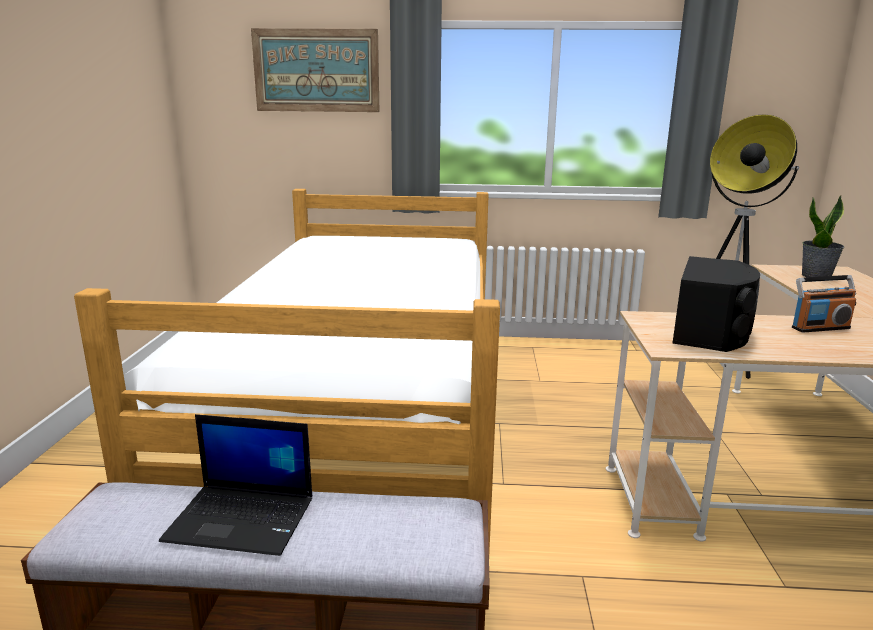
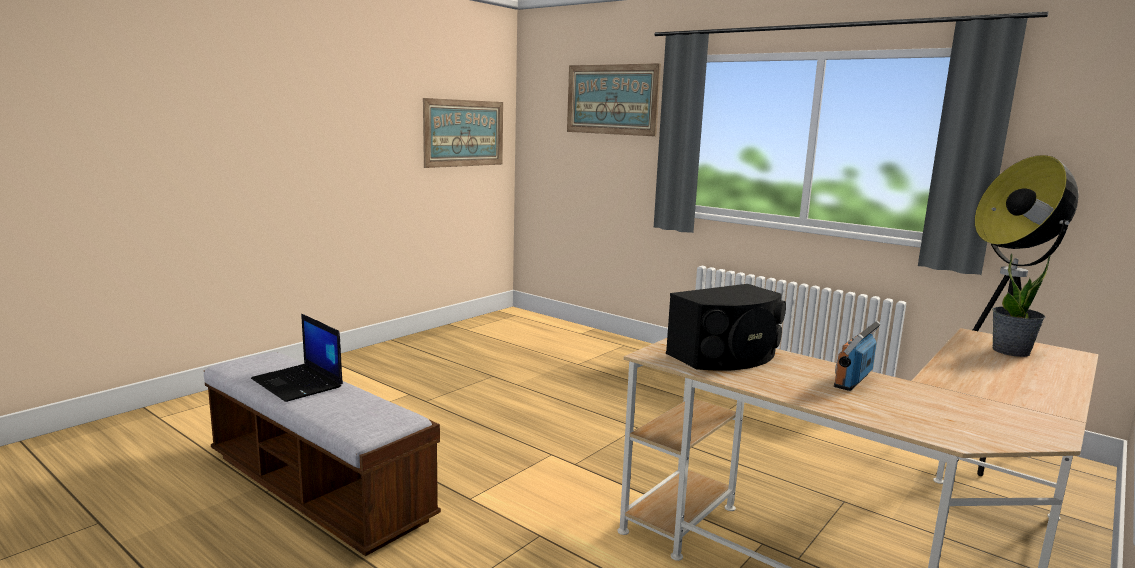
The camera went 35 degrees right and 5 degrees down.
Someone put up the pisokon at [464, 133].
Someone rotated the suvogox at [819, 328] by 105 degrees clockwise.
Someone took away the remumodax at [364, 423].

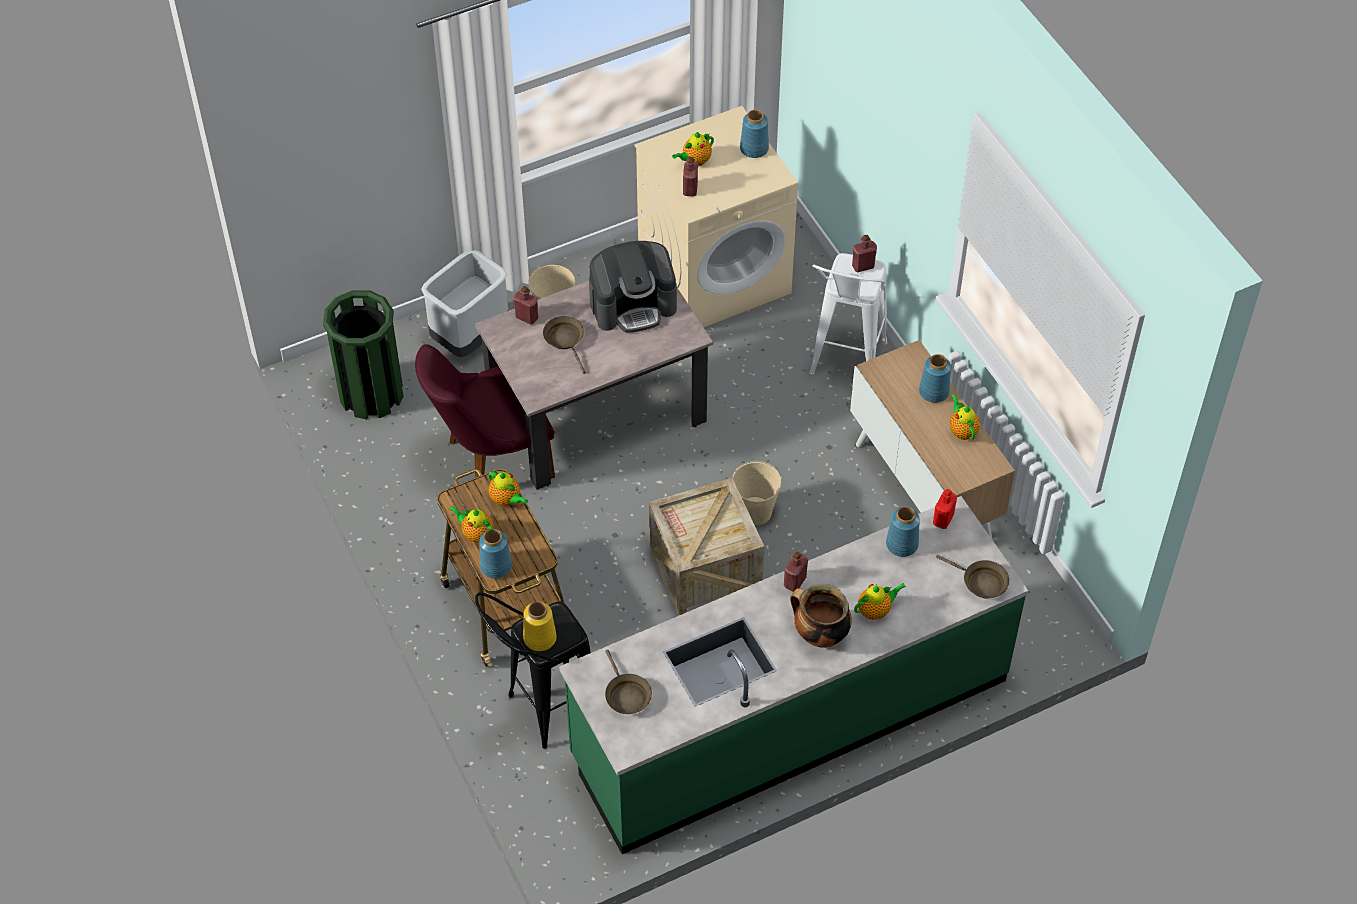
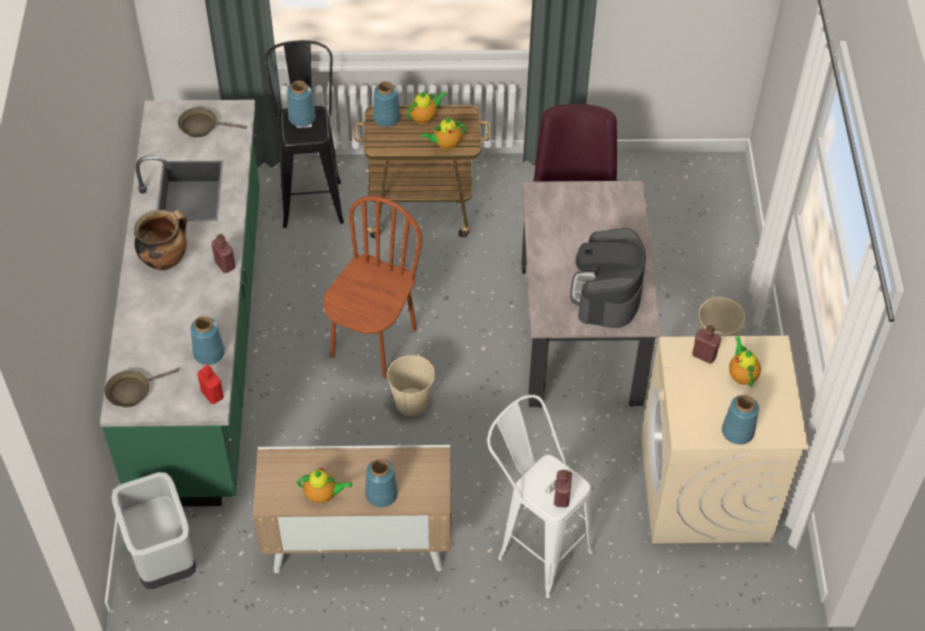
The camera went 115 degrees right and 0 degrees up.
Someone carried the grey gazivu from [470, 337] to [165, 559].
Someone repainted the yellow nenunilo at [539, 638], which became the blue nenunilo at [302, 117].
Someone swapped the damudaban at [705, 571] for the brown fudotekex at [373, 343].
Someone took away the green gazivu at [371, 394].
Someone took away the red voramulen at [527, 317].
Someone took away the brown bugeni at [565, 340].
Someone took away the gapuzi at [876, 610].

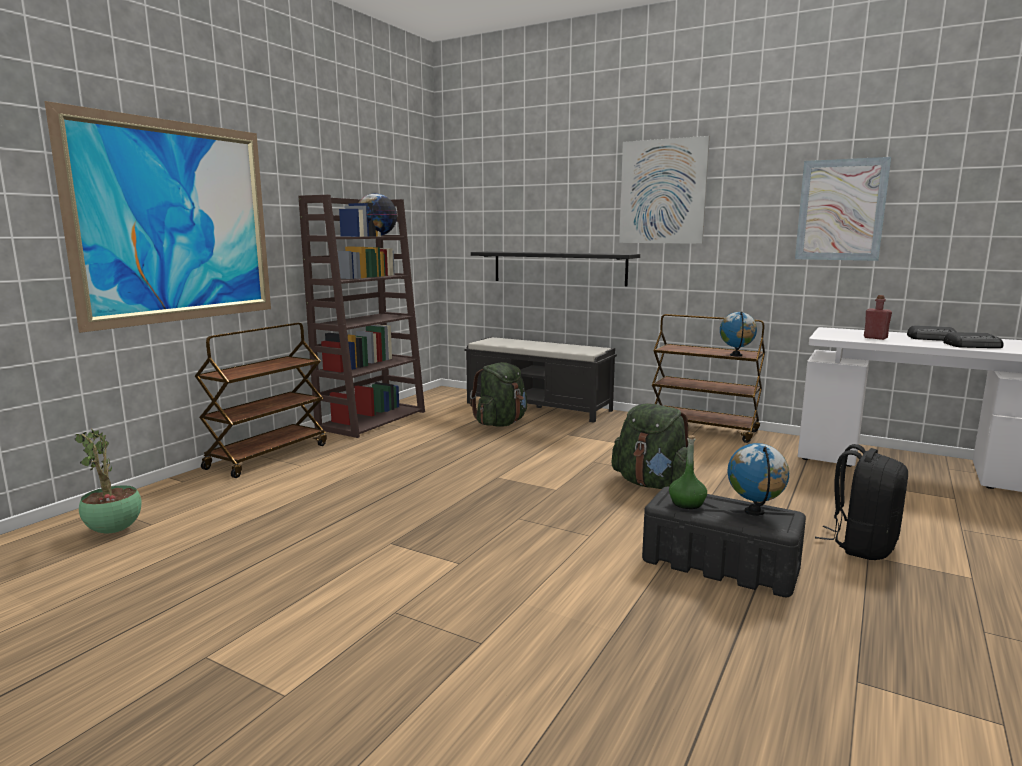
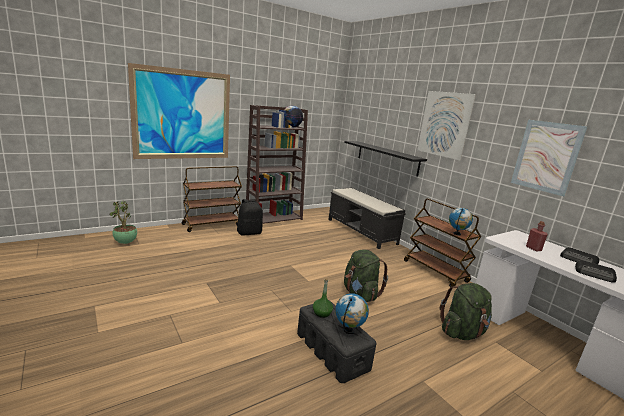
The camera went 25 degrees right and 5 degrees up.
Someone carried the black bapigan from [861, 546] to [249, 233].
Someone carried the green bapigan from [501, 423] to [462, 333].

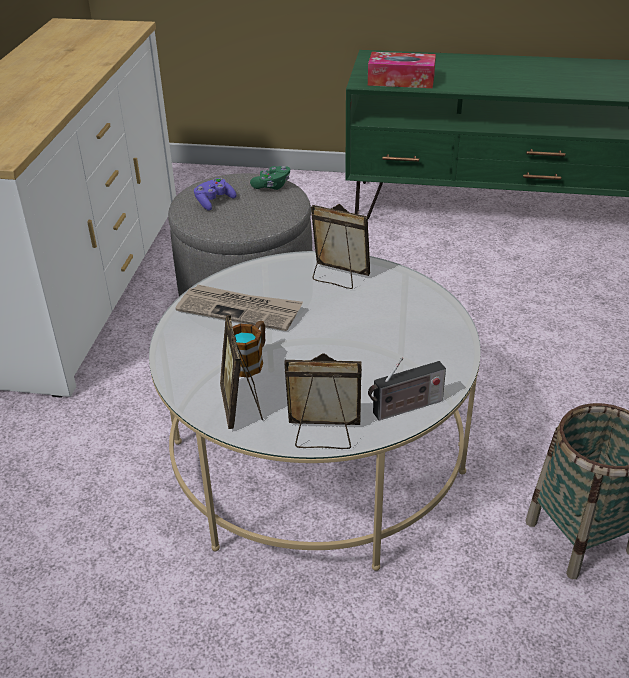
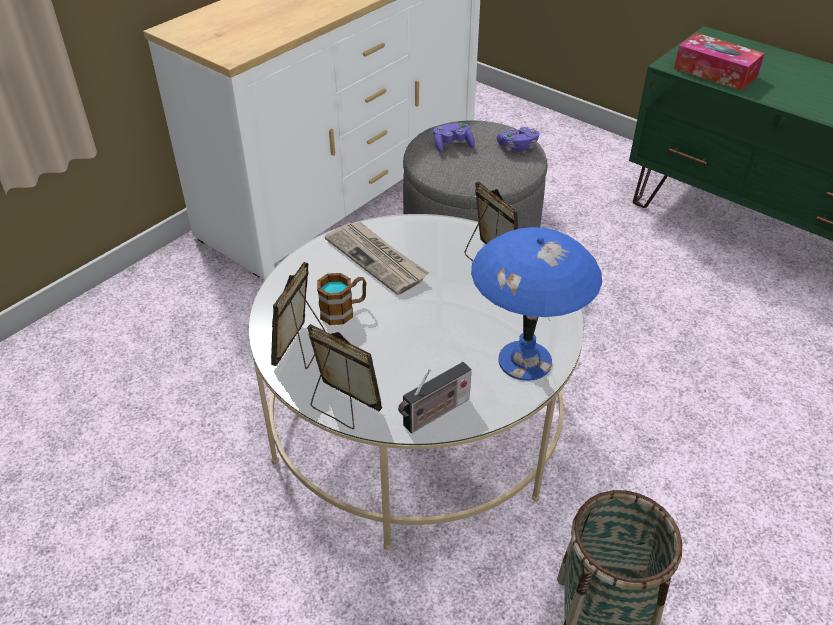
The camera went 30 degrees right and 5 degrees up.
Someone rotated the suvogox at [405, 408] by 45 degrees counterclockwise.
Someone put down the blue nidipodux at [525, 361].
Someone repainted the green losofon at [272, 186], which became the purple losofon at [517, 146].

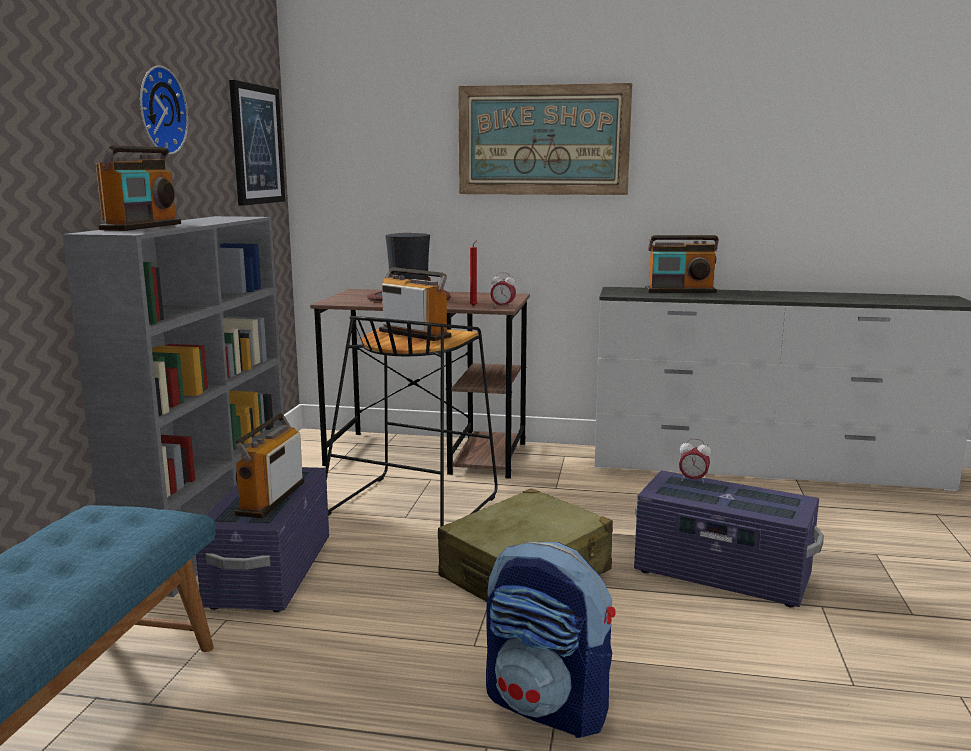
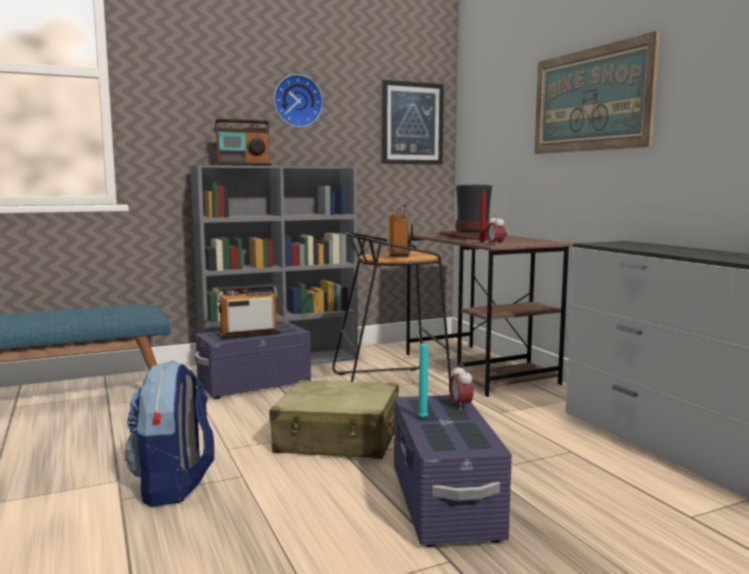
The camera went 55 degrees right and 5 degrees down.
Someone put down the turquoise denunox at [421, 418].
Someone took away the suvogox at [680, 291].

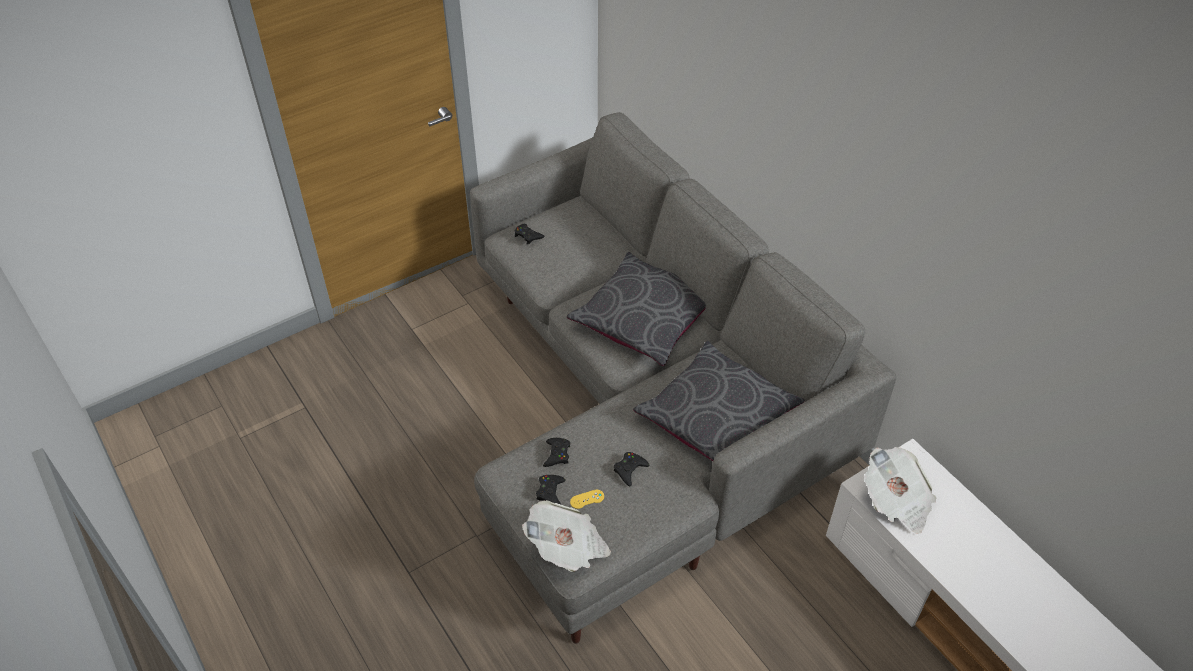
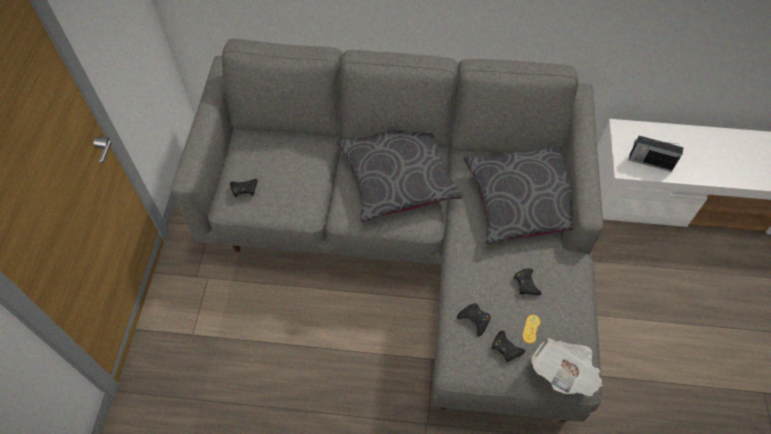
The camera went 50 degrees left and 10 degrees up.
Someone swapped the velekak at [896, 501] for the suvogox at [649, 162].

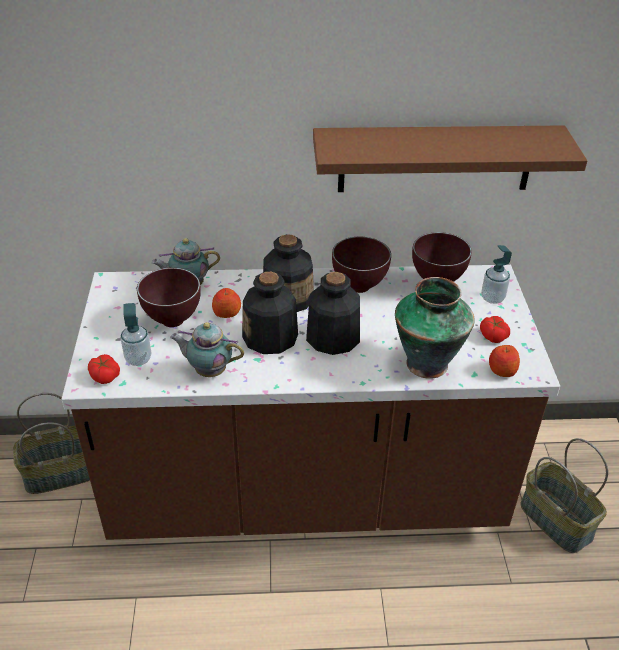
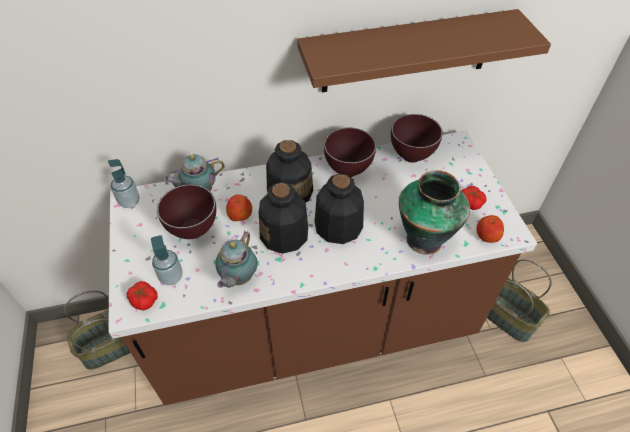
The camera went 10 degrees left and 10 degrees up.
Someone carried the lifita from [492, 298] to [129, 201].
Someone rotated the gapuzi at [208, 370] by 75 degrees counterclockwise.

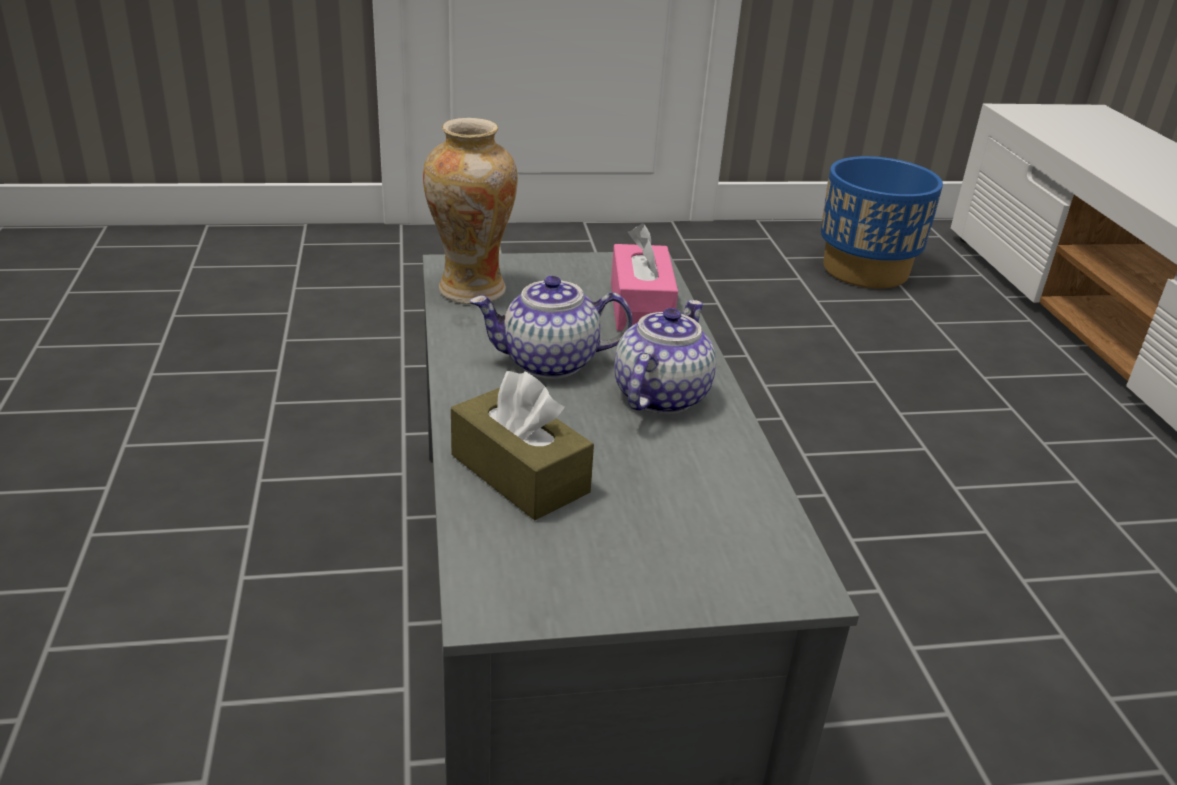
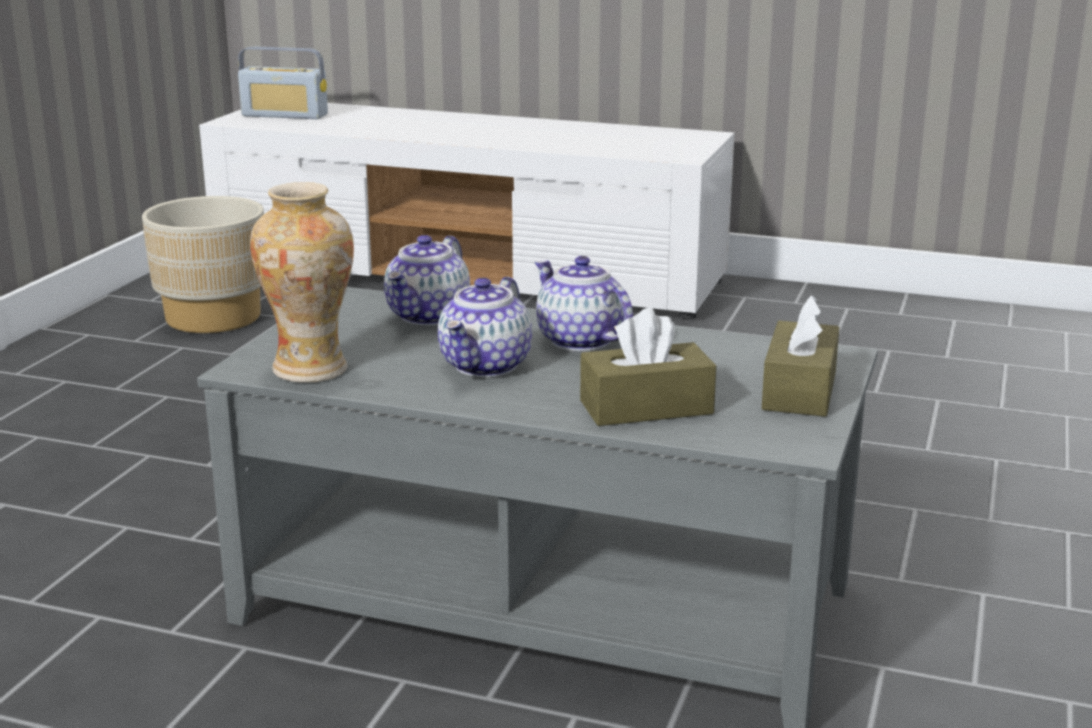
The camera went 60 degrees left and 10 degrees down.
Someone repainted the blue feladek at [865, 270], which became the beige feladek at [213, 317].
Someone put down the suvogox at [285, 115].
Someone swapped the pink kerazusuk at [640, 307] for the gapuzi at [429, 316].
Someone put down the brown kerazusuk at [799, 390].

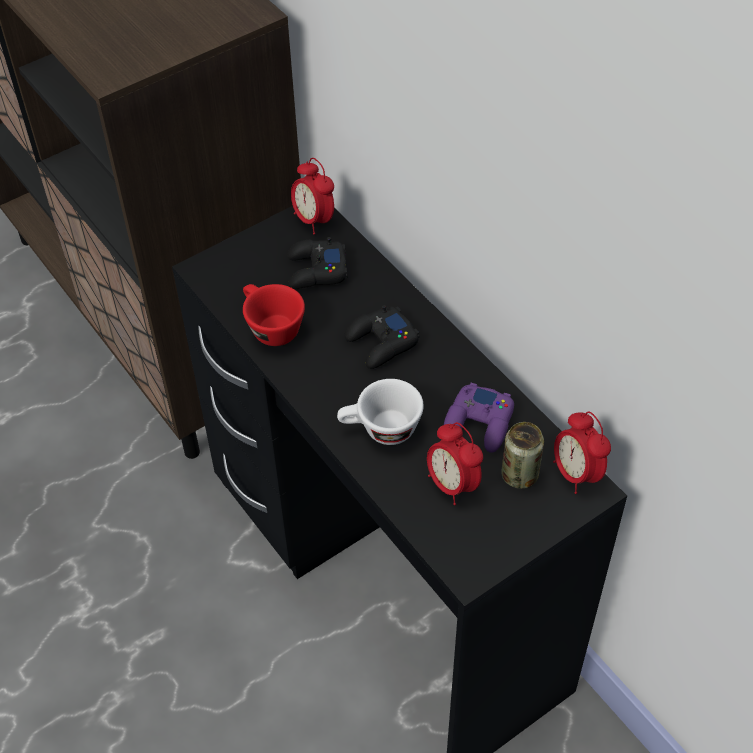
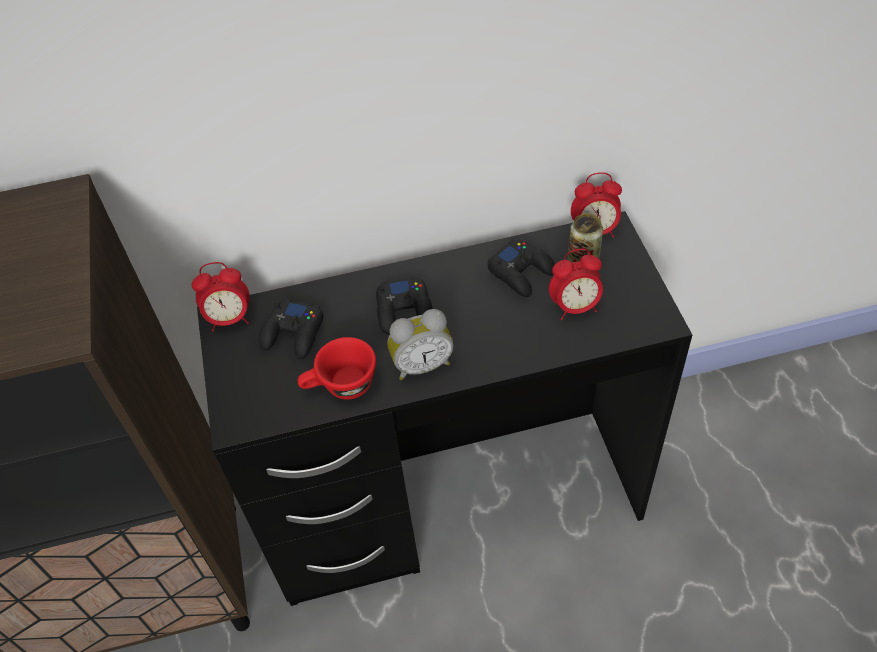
The camera went 65 degrees left and 0 degrees up.
Someone put down the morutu at [421, 364].
Someone repainted the purple losofon at [479, 423], which became the black losofon at [522, 272].
Someone took away the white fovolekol at [380, 430].

